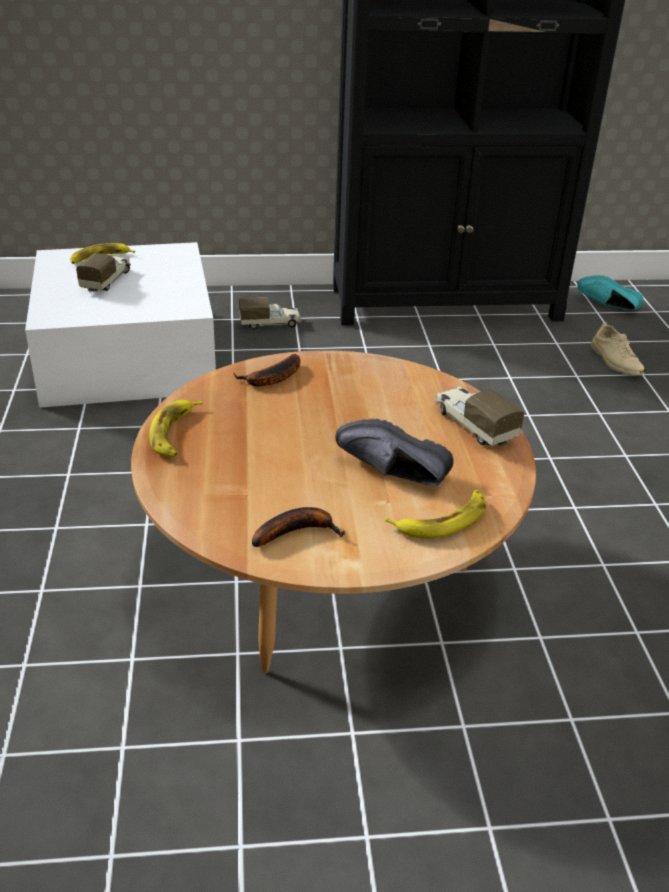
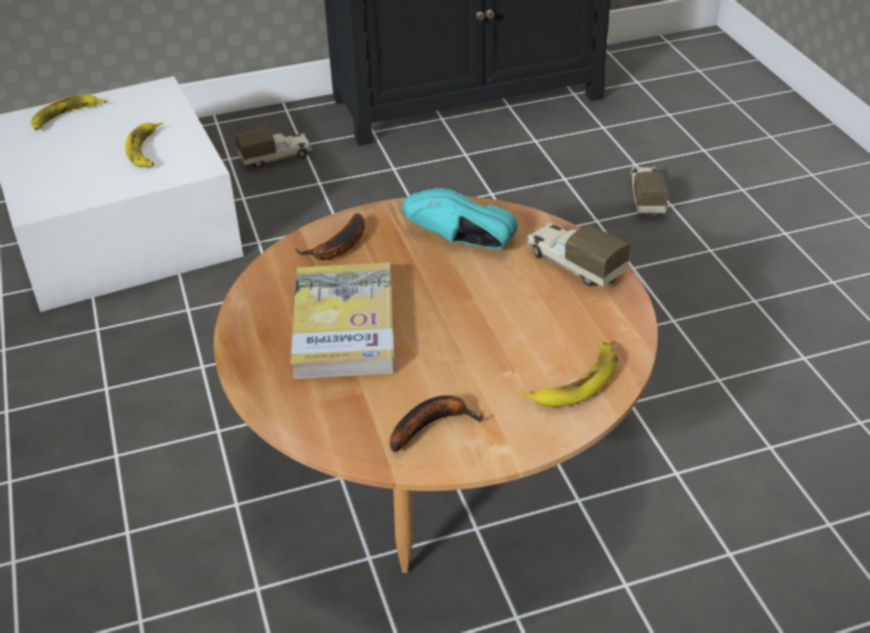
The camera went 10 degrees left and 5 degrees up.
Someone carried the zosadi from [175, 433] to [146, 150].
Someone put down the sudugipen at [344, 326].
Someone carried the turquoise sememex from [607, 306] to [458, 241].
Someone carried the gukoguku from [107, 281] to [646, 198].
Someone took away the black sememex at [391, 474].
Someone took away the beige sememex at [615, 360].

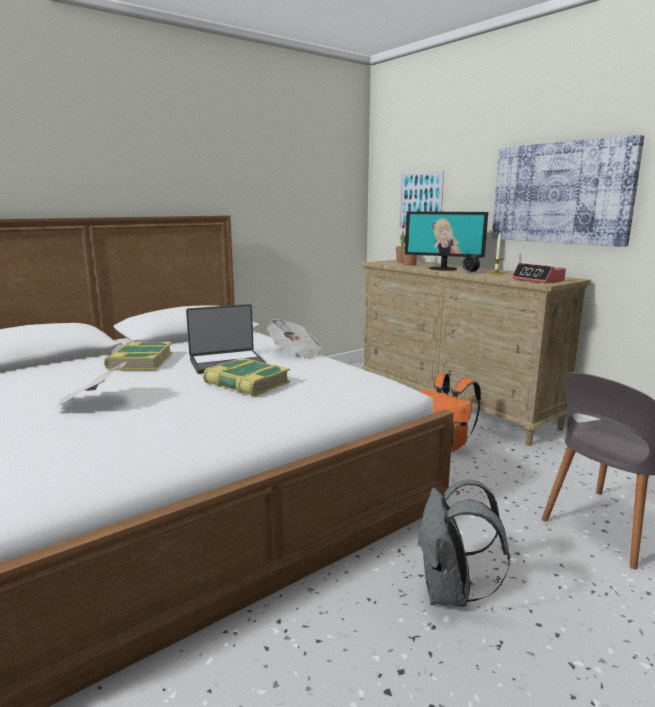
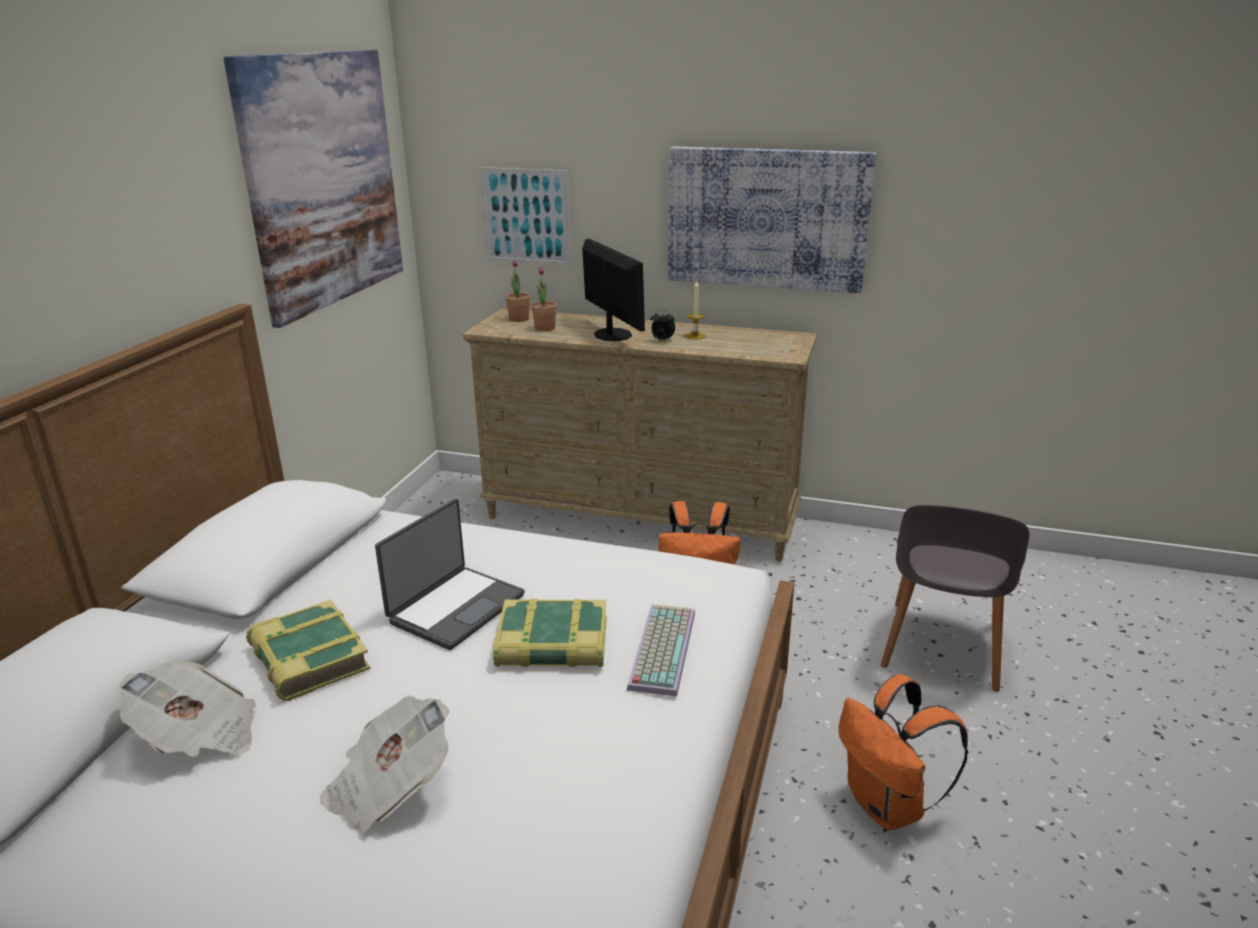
The camera went 35 degrees left and 10 degrees up.
Someone carried the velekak from [295, 353] to [199, 736].
Someone put up the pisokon at [323, 181].
Someone rotated the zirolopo at [443, 269] by 105 degrees counterclockwise.
Someone put down the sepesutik at [660, 648].
Someone repainted the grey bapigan at [450, 593], which became the orange bapigan at [888, 806].
Someone took away the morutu at [538, 280].

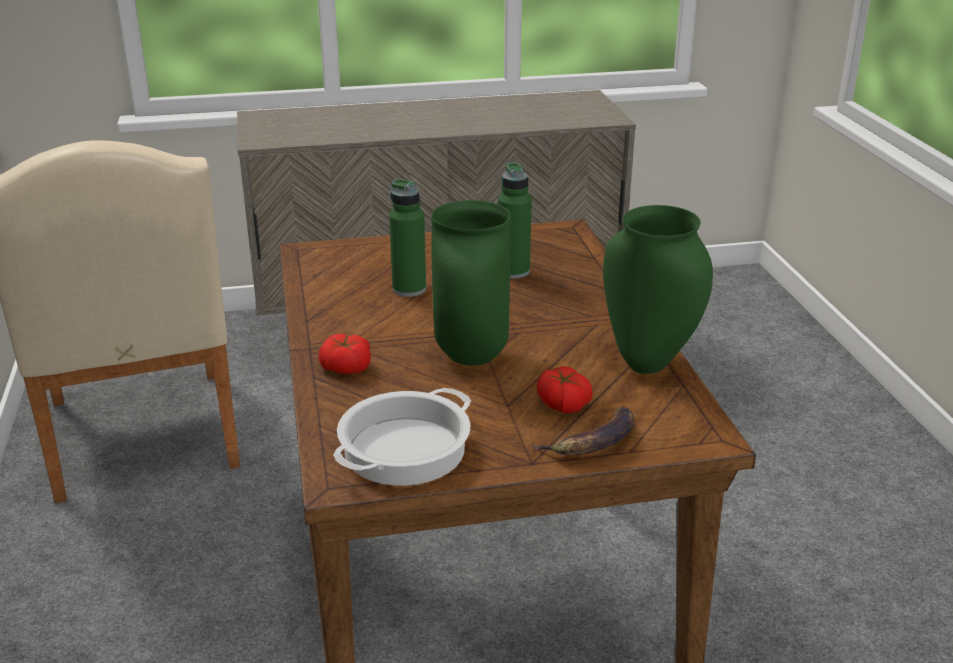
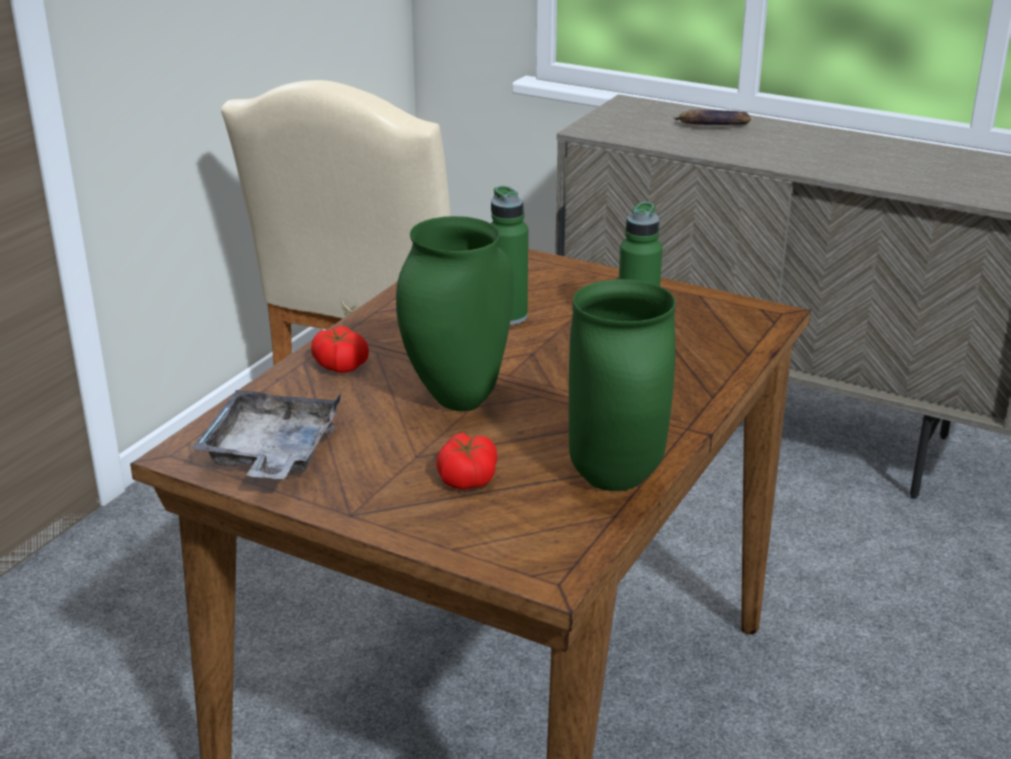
The camera went 40 degrees right and 0 degrees up.
Someone swapped the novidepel at [405, 451] for the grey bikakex at [270, 454].
Someone carried the zosadi from [594, 442] to [712, 125].

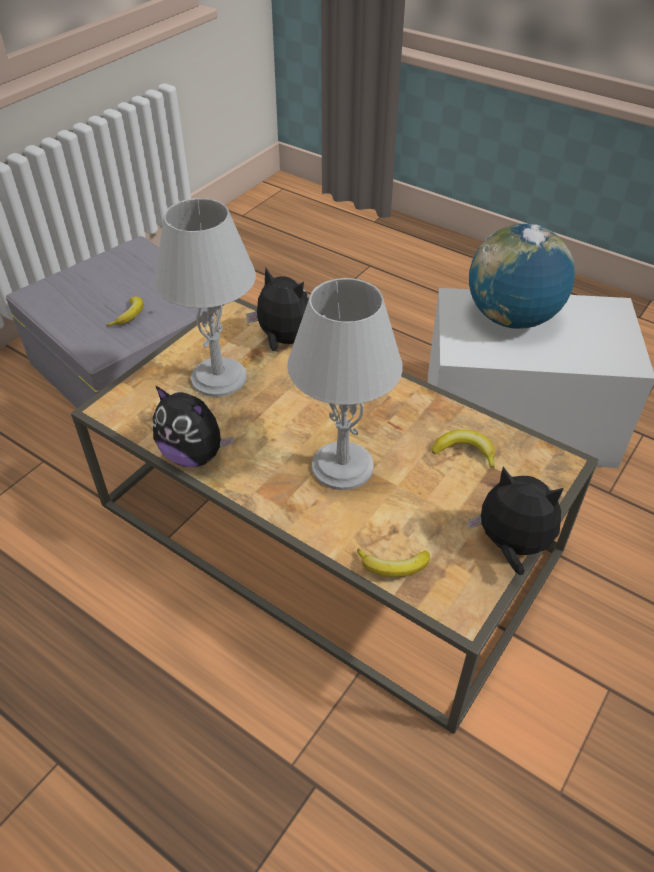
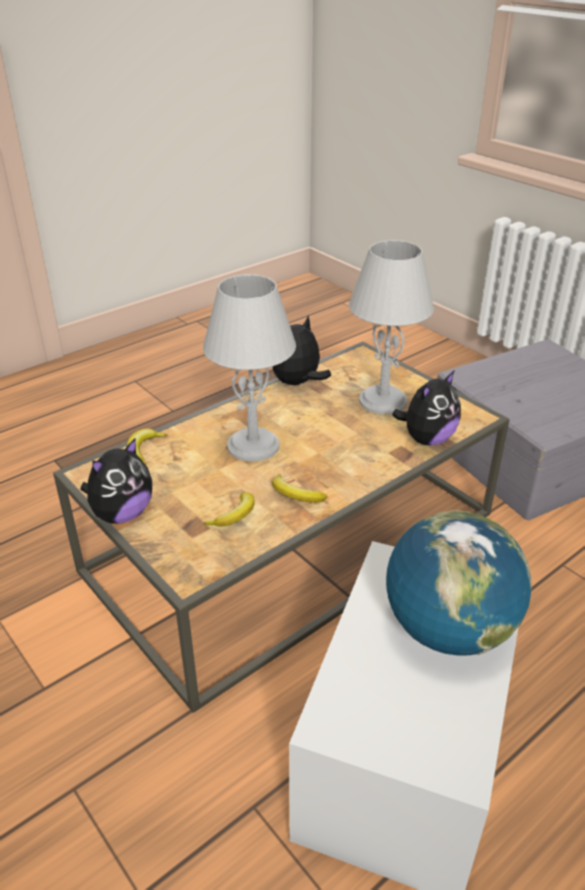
The camera went 105 degrees right and 10 degrees down.
Someone carried the zosadi from [130, 316] to [295, 495].

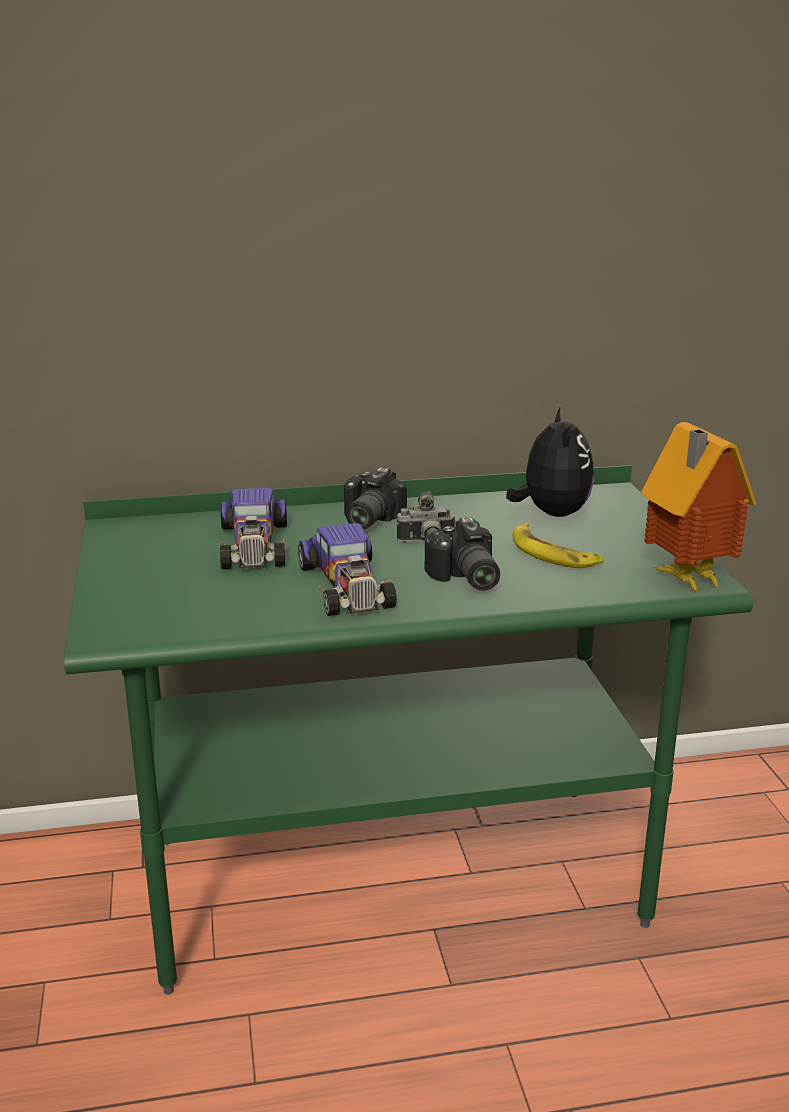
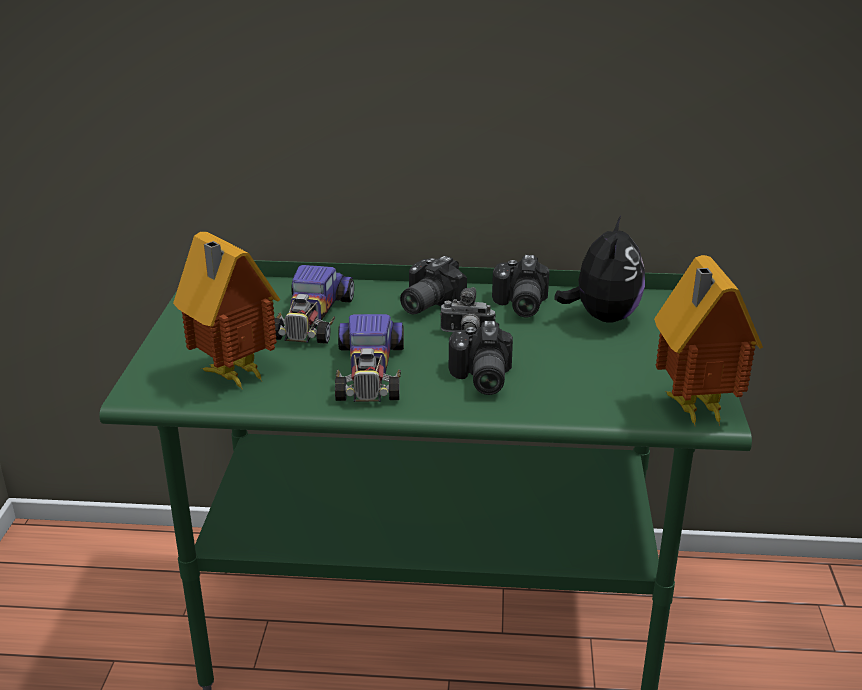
The camera went 15 degrees right and 5 degrees up.
Someone put down the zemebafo at [232, 376].
Someone put down the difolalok at [518, 305].
Someone took away the zosadi at [553, 554].

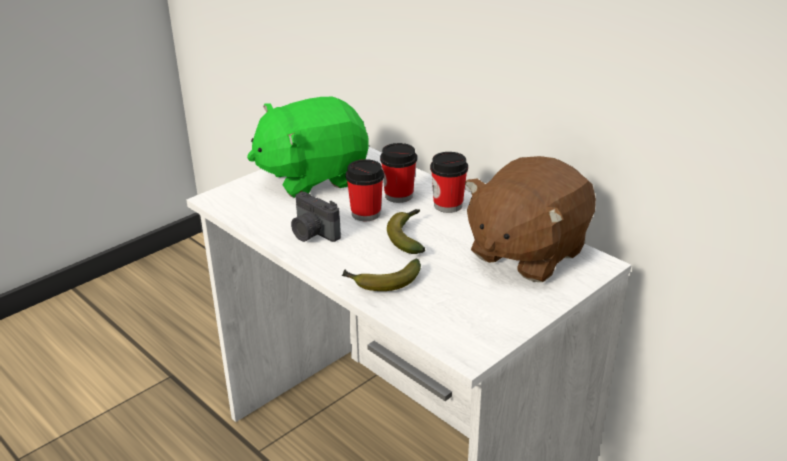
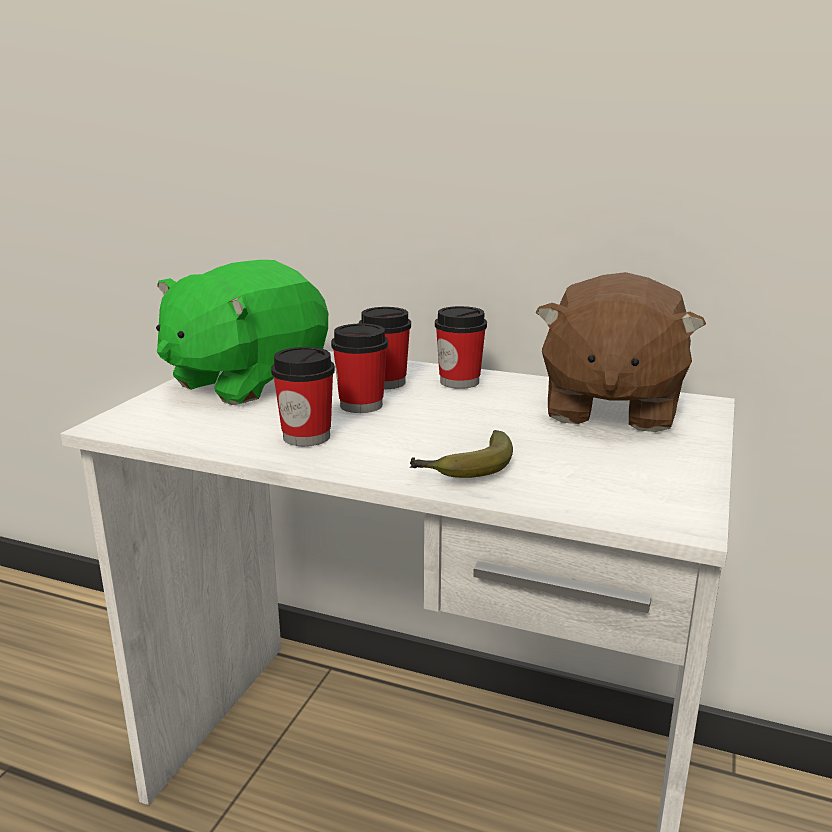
The camera went 25 degrees left and 10 degrees down.
Someone swapped the difolalok at [312, 234] for the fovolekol at [306, 437].
Someone took away the zosadi at [408, 236].

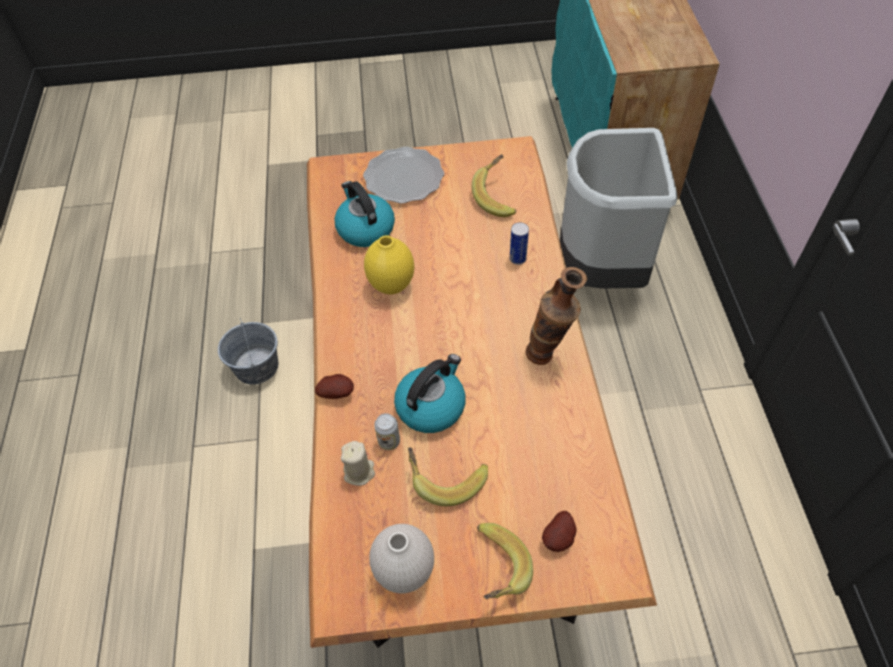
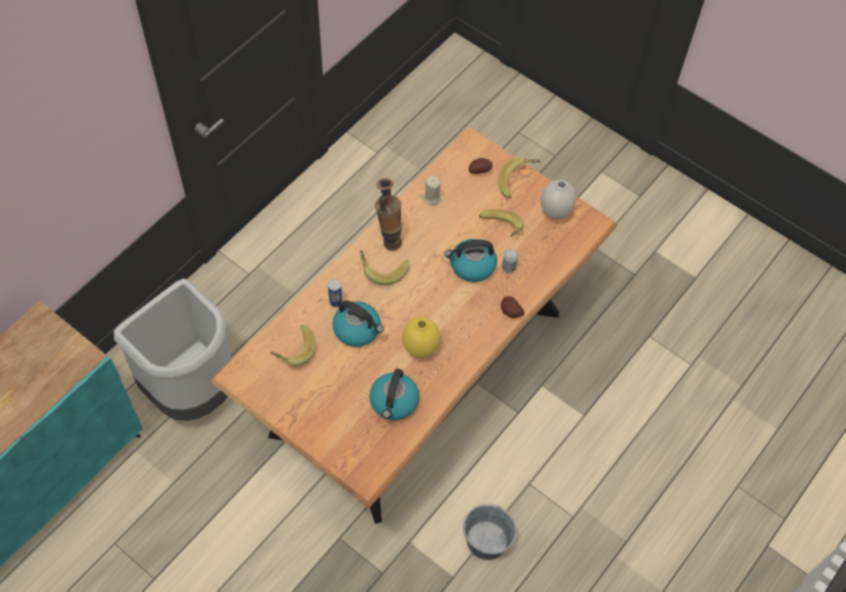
The camera went 140 degrees left and 5 degrees up.
Someone put down the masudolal at [358, 329].
Someone put down the zosadi at [383, 270].
Someone carried the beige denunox from [359, 472] to [431, 198].
Someone took away the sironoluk at [403, 178].

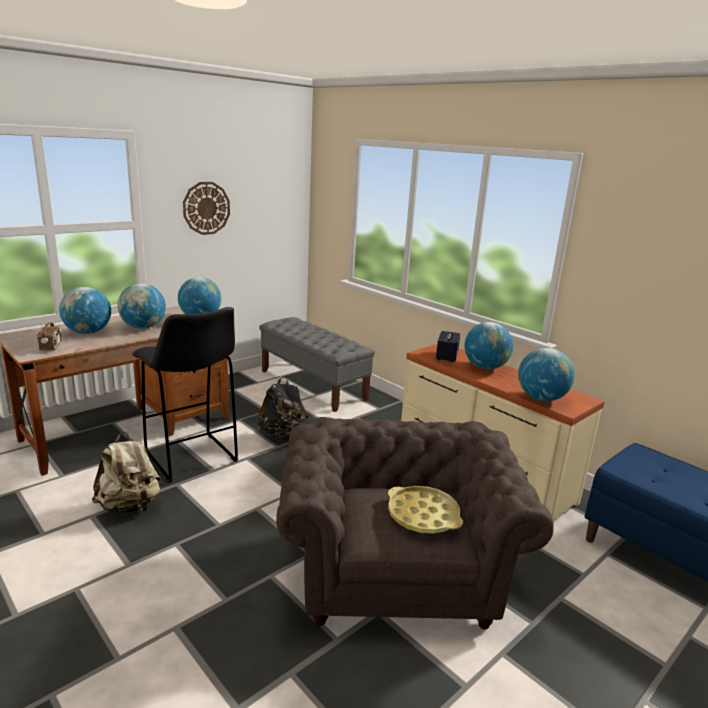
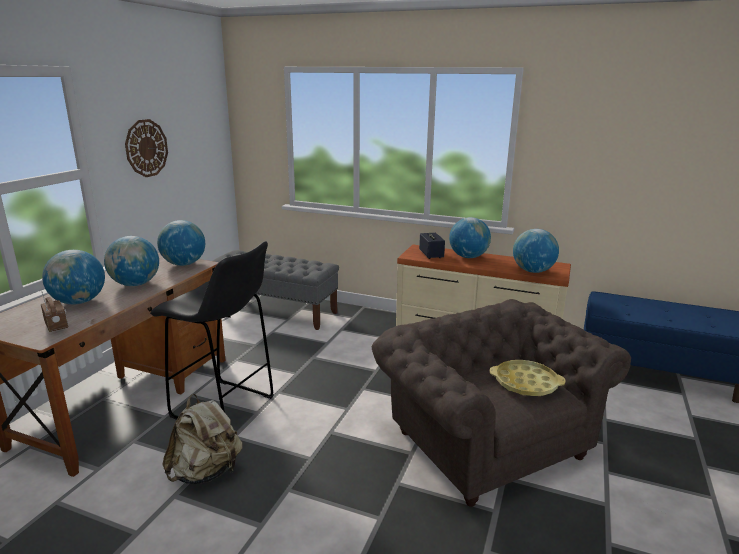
The camera went 25 degrees left and 0 degrees up.
Someone took away the black bapigan at [283, 437].

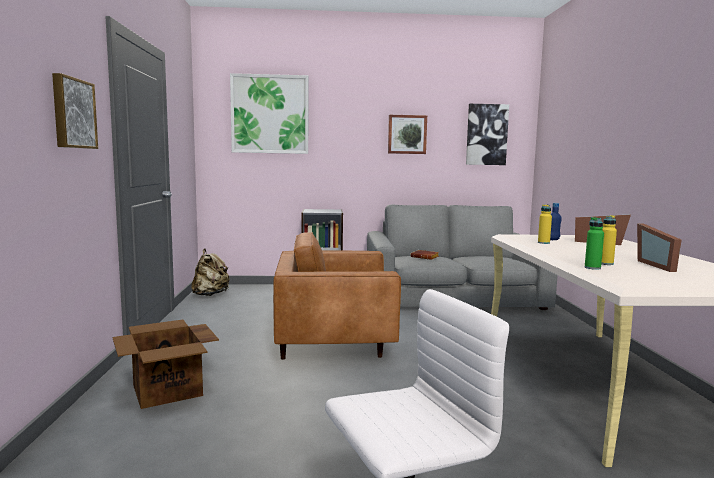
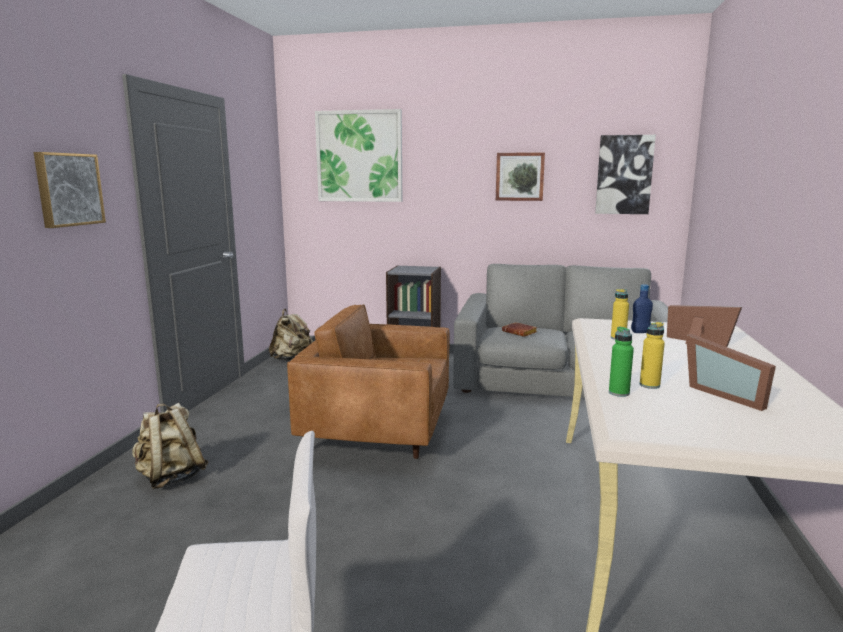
The camera went 15 degrees right and 5 degrees up.
Someone swapped the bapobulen at [167, 391] for the beige bapigan at [171, 477].
Someone rotated the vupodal at [660, 265] by 45 degrees counterclockwise.

